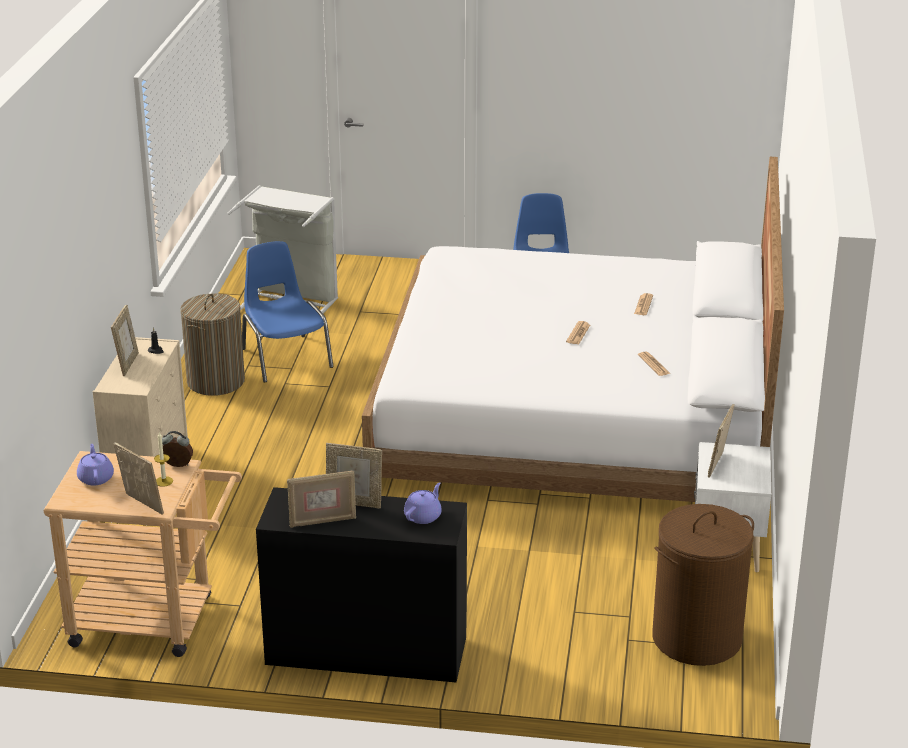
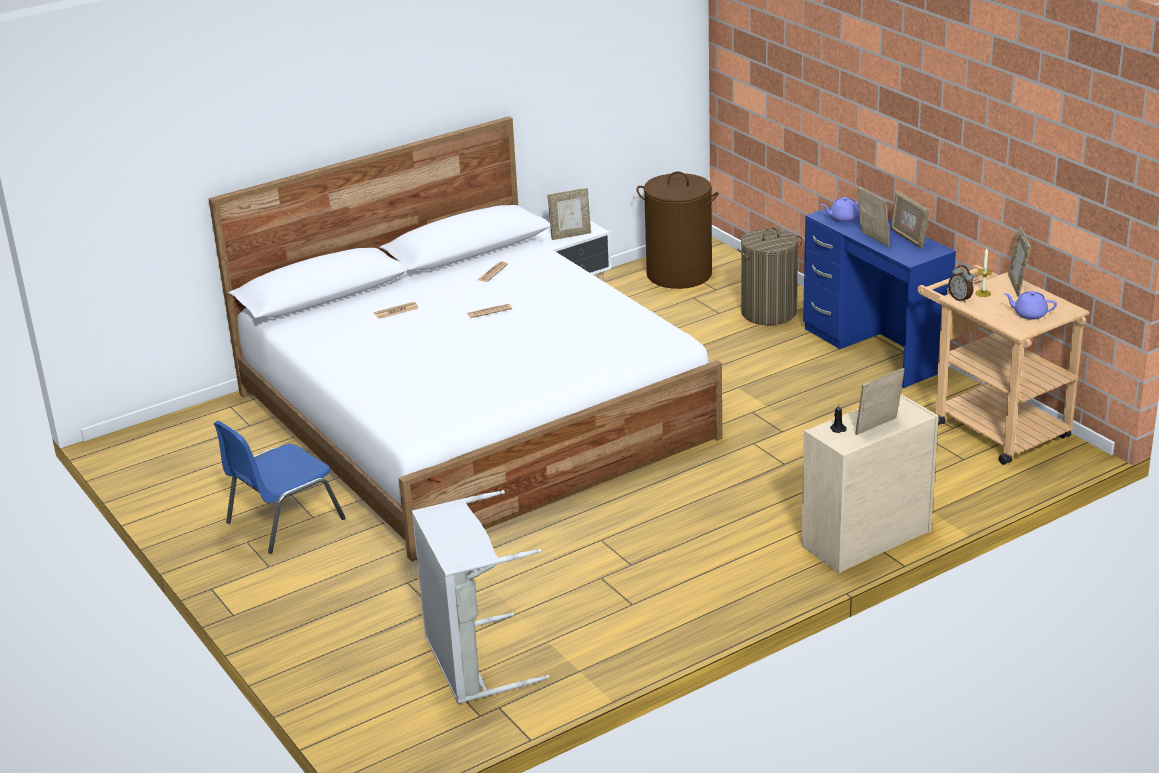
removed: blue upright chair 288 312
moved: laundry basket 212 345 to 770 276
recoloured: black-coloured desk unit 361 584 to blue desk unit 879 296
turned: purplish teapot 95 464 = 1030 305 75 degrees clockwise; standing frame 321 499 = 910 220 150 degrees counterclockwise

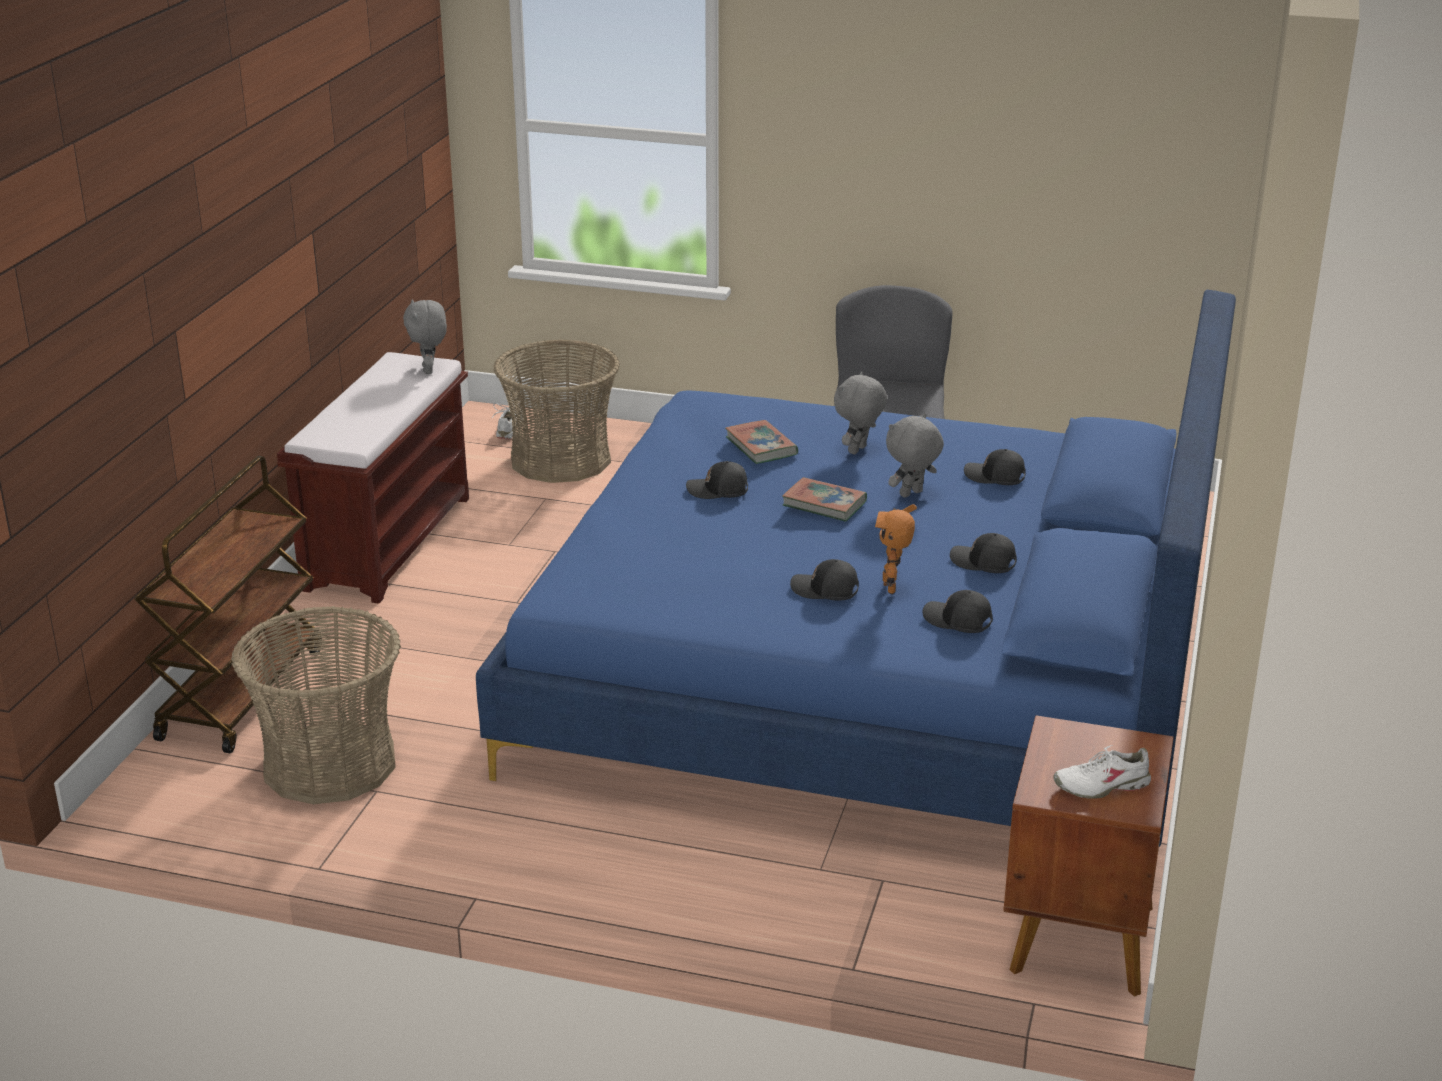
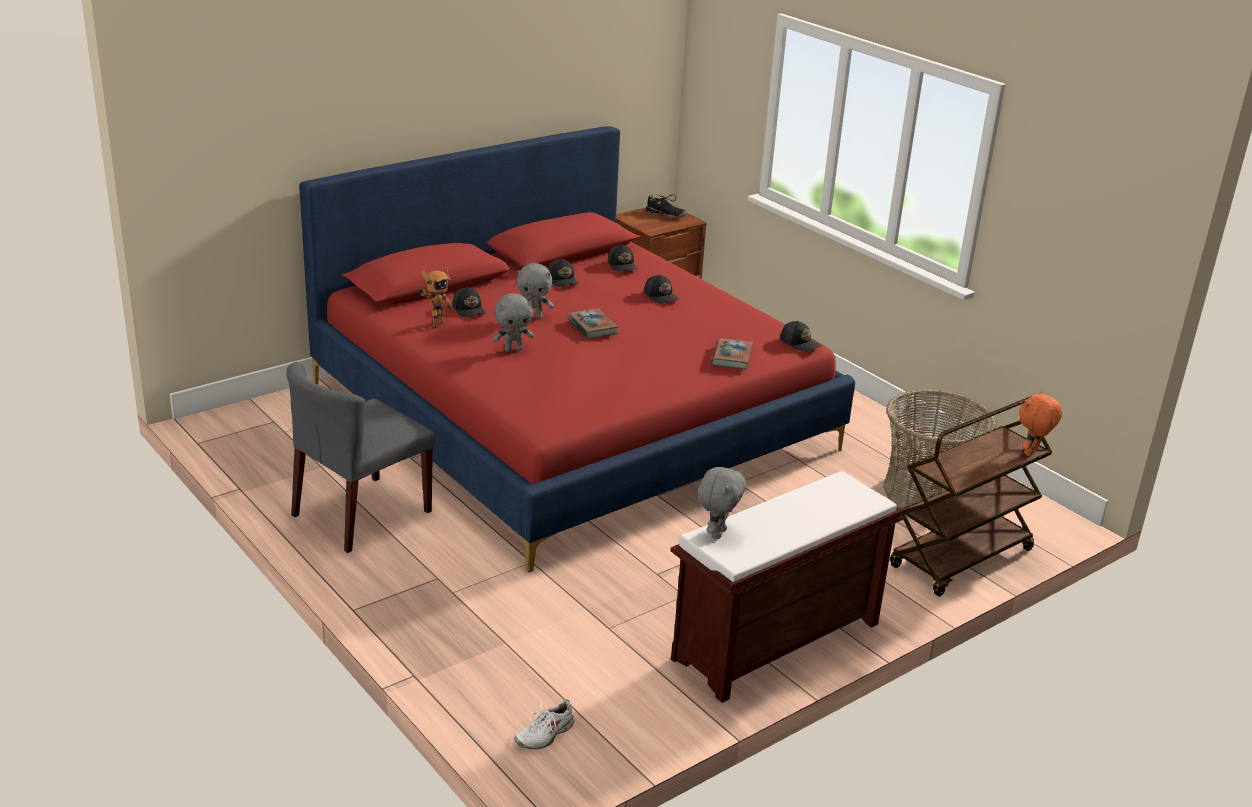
removed: storage basket 556 411
added: orangey soft toy 1040 423
moved: bound book 761 442 to 732 354; black-coloured cap 717 480 to 800 336; robot figure 896 549 to 434 298
recoloured: blue sleeping bed 856 568 to red-coloured sleeping bed 577 349; white low shoe 1102 772 to black-coloured low shoe 666 206

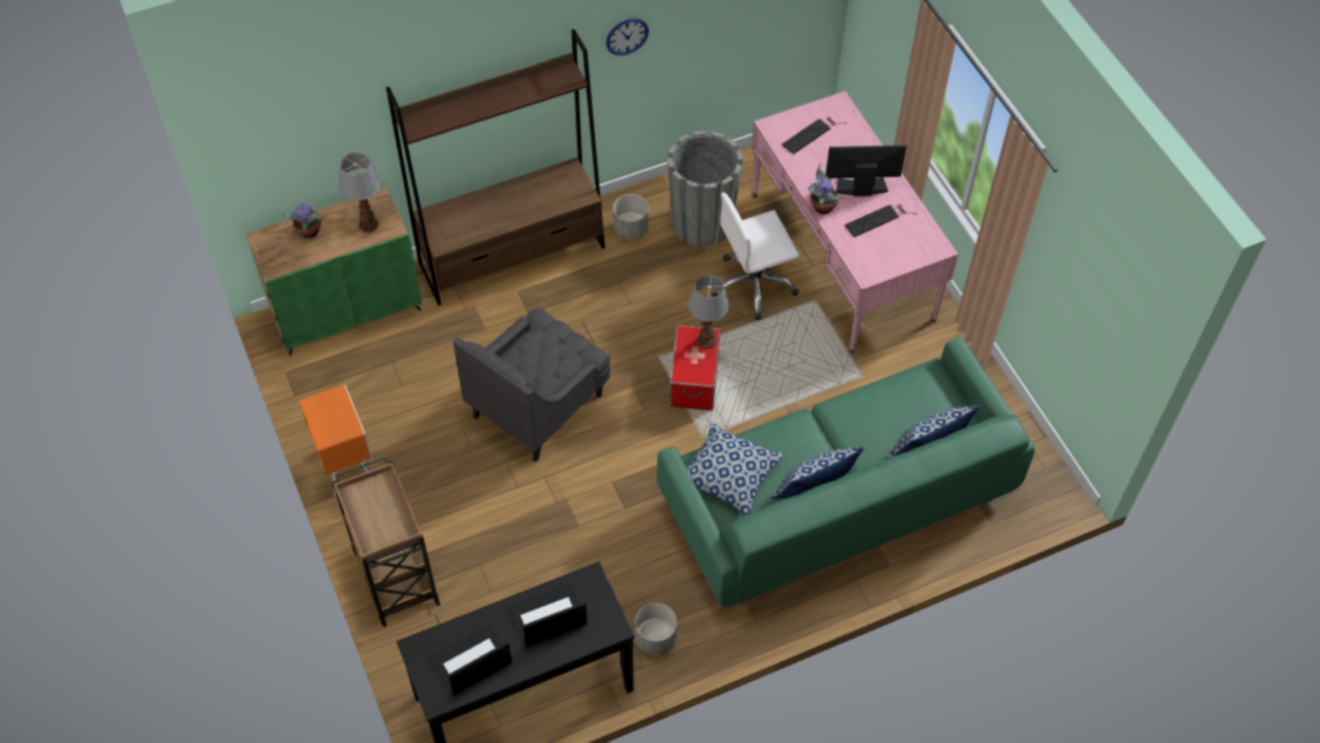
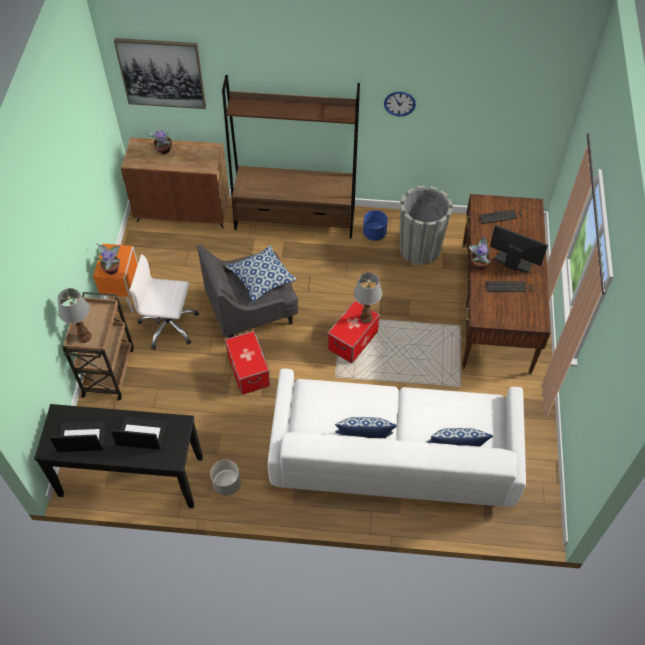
added: wall picture 160 73; houseplant 108 259; storage bin 247 363
moved: table lamp 359 193 to 74 315; white computer chair 755 256 to 164 302; throw pillow 734 468 to 261 274
recoloured: pink-coloured desk unit 854 222 to brown-coloured desk unit 506 284; green cabinet 334 271 to brown-coloured cabinet 175 182; greyish plant pot 631 216 to blue plant pot 375 225; green sofa 846 472 to white sofa 397 437

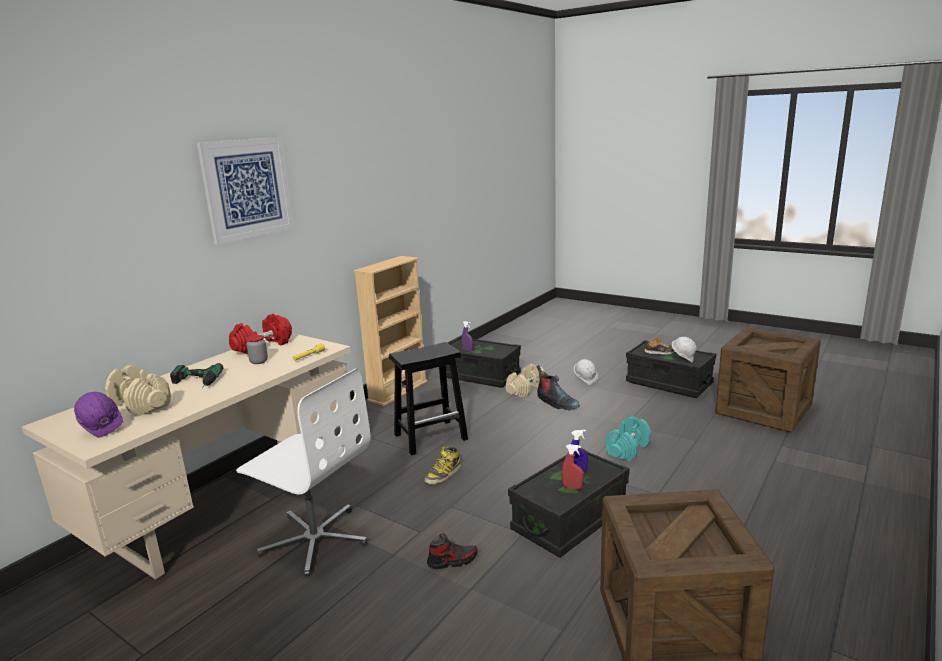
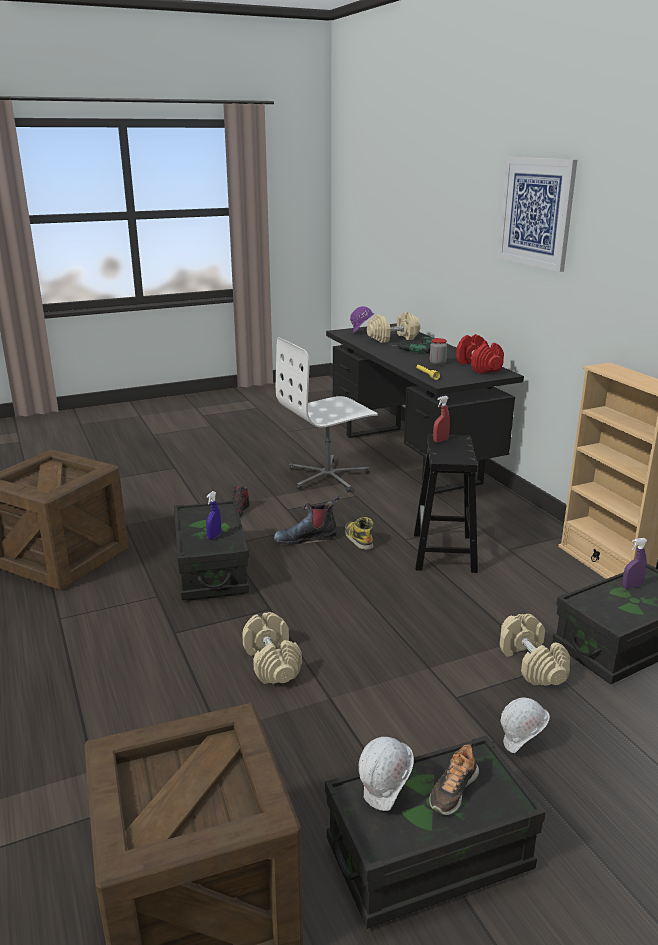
moved: high-top boot 558 387 to 306 520; red-coloured sprayer 572 467 to 441 419
recoloured: sand-coloured desk unit 186 456 to black-coloured desk unit 425 408; turquoise-coloured dumbbell 628 438 to sand-coloured dumbbell 272 648

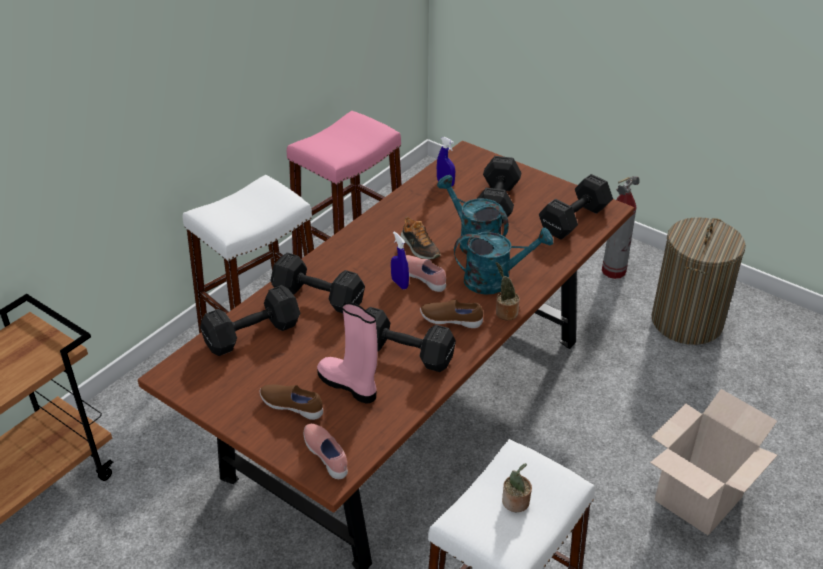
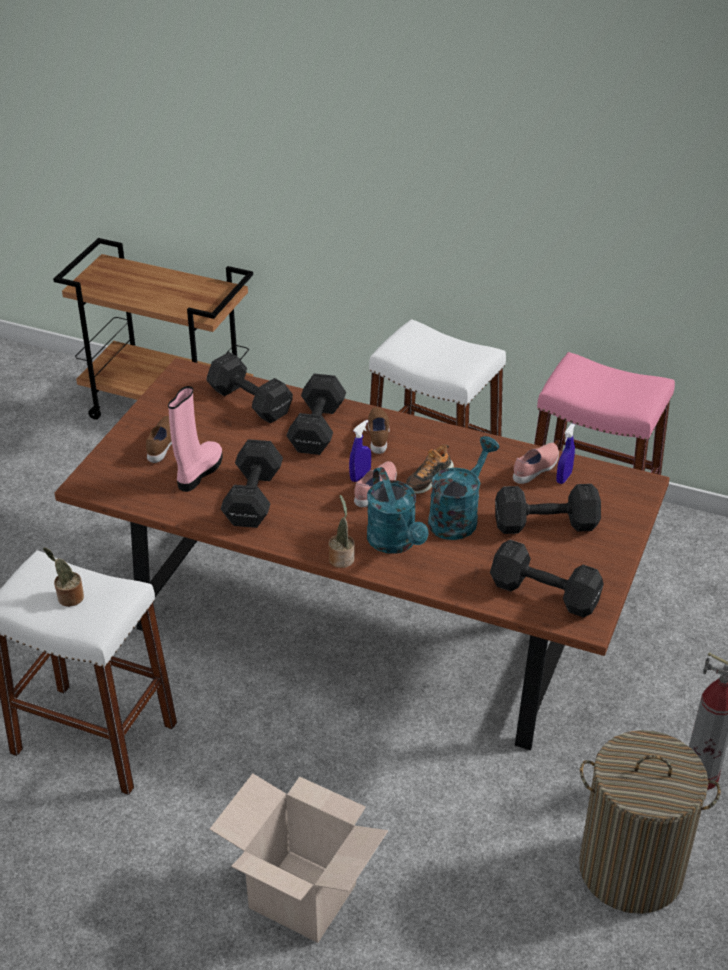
moved: brown-coloured low shoe 451 314 to 379 430; pink-coloured low shoe 326 451 to 536 463

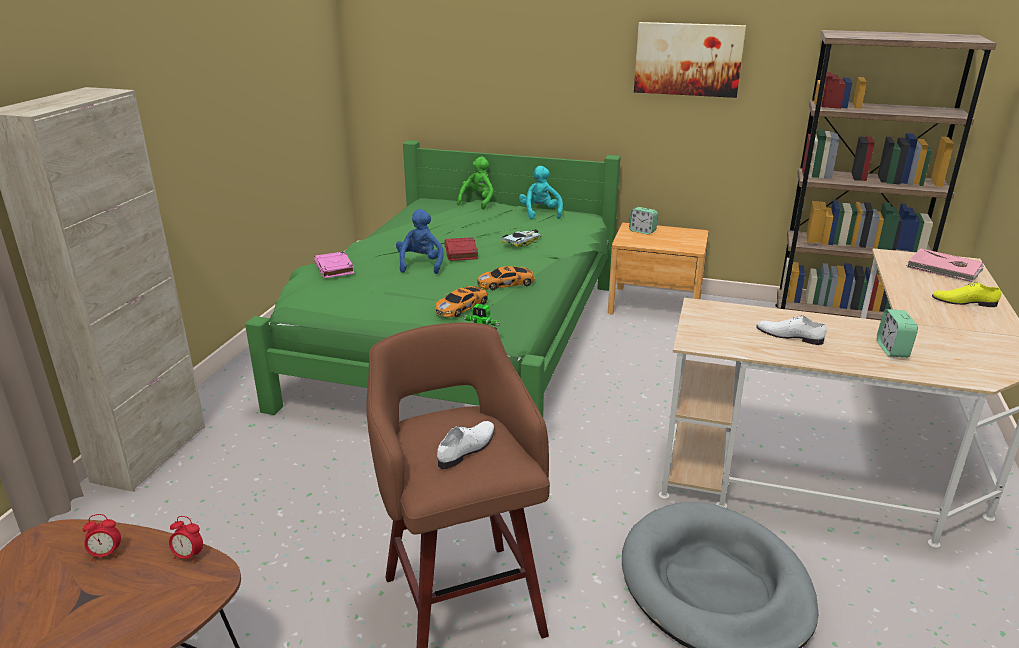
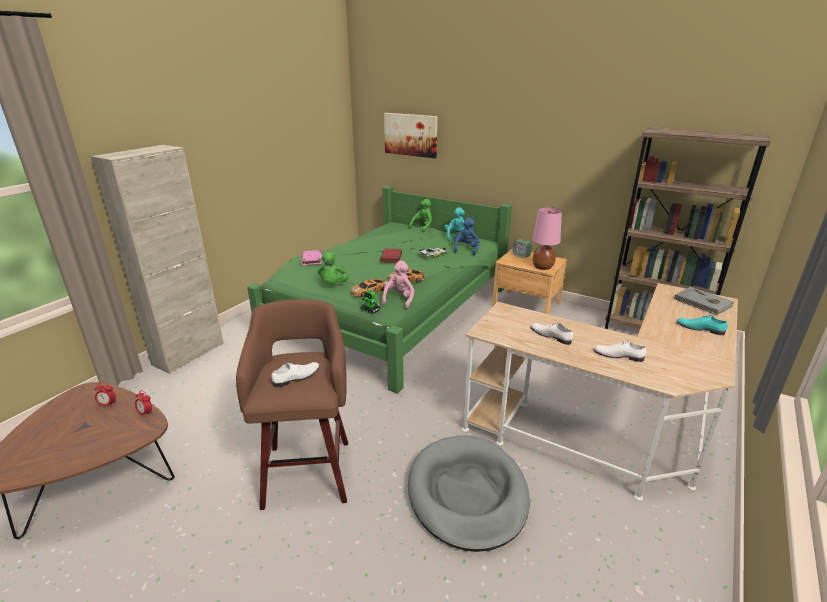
added: pink-coloured table lamp 547 238; green soft toy 332 268; pink-coloured soft toy 398 284
moved: wall picture 690 60 to 410 135; blue soft toy 420 241 to 466 236
replaced: alarm clock 897 333 to white low shoe 620 351
recoloured: pink-coloured bound book 945 265 to greyish bound book 703 301; yellow-coloured low shoe 966 294 to turquoise-coloured low shoe 702 325

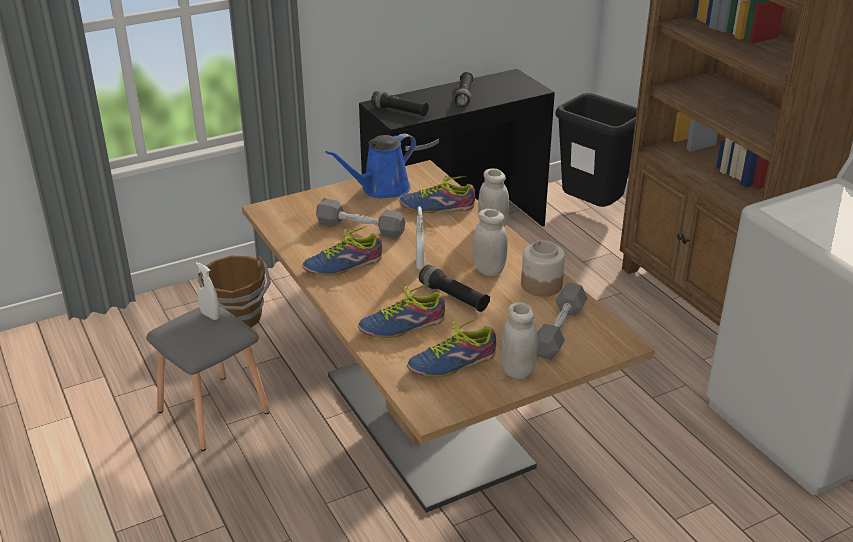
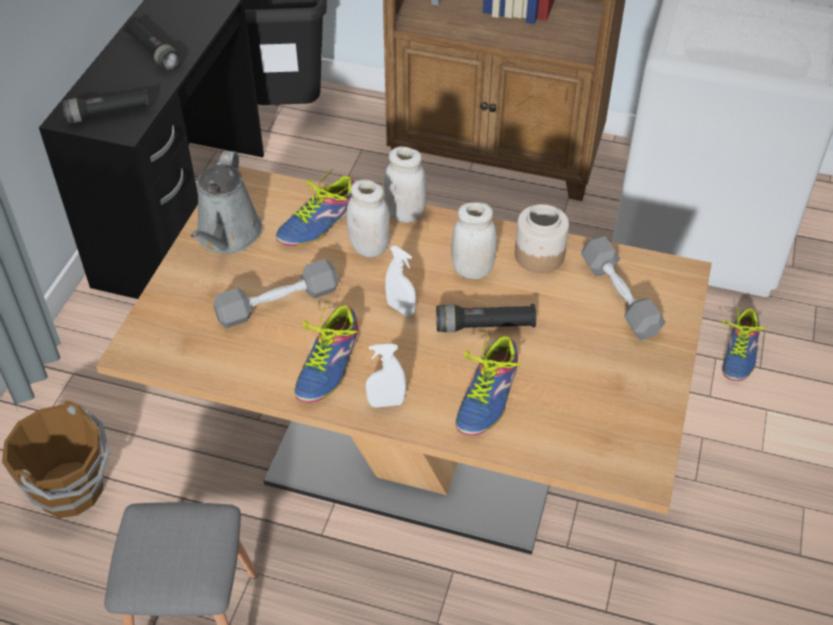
moved: white sprayer 208 291 to 385 375; white storage jar 519 340 to 368 218; low shoe 451 347 to 744 343
recoloured: blue watering pot 370 166 to greyish watering pot 227 202

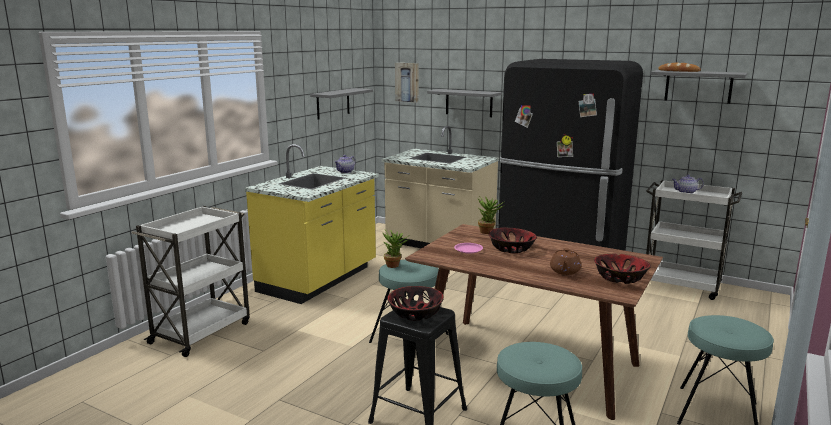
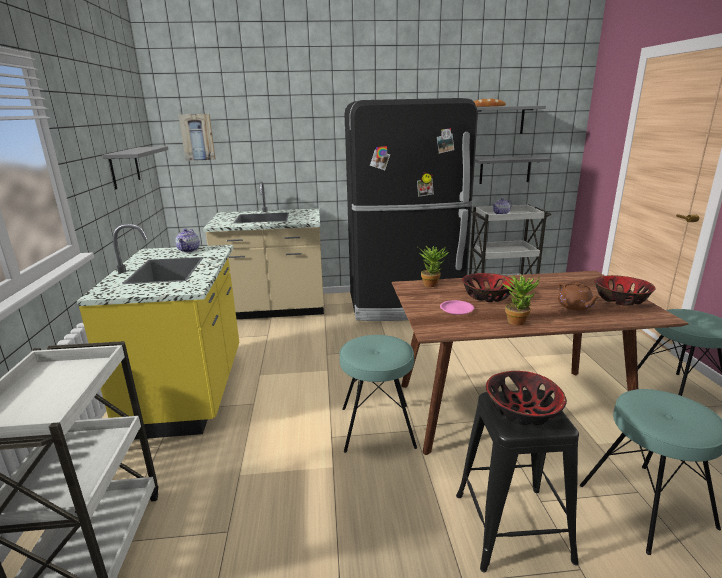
moved: greyish wall shelf 464 103 to 513 170; houseplant 395 249 to 520 300

